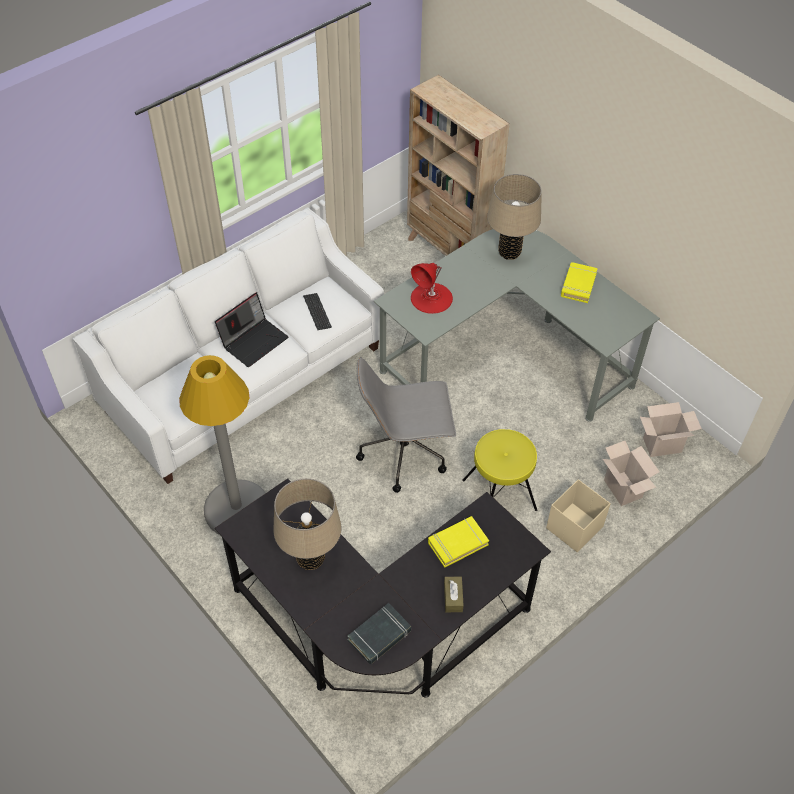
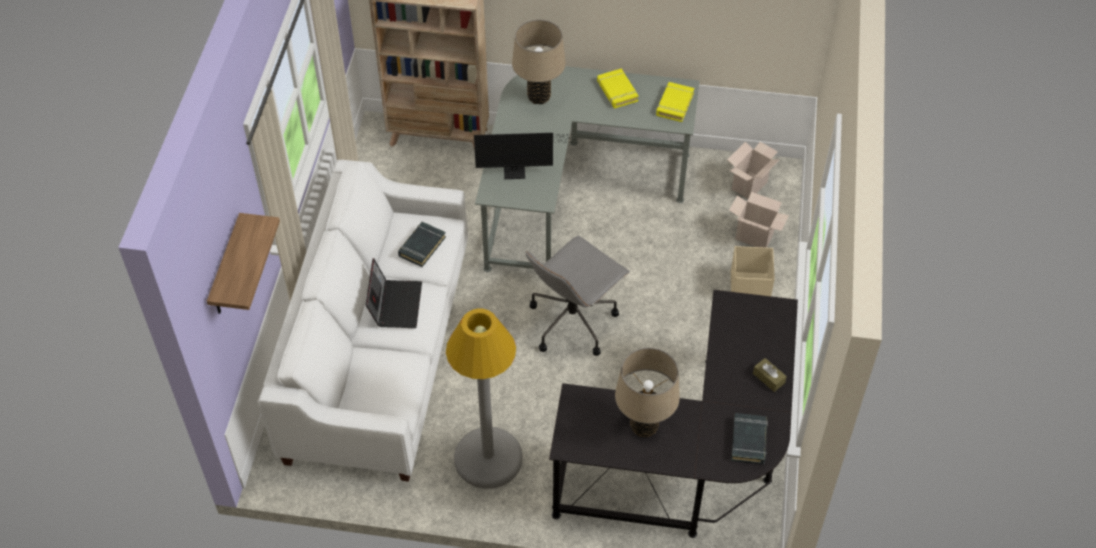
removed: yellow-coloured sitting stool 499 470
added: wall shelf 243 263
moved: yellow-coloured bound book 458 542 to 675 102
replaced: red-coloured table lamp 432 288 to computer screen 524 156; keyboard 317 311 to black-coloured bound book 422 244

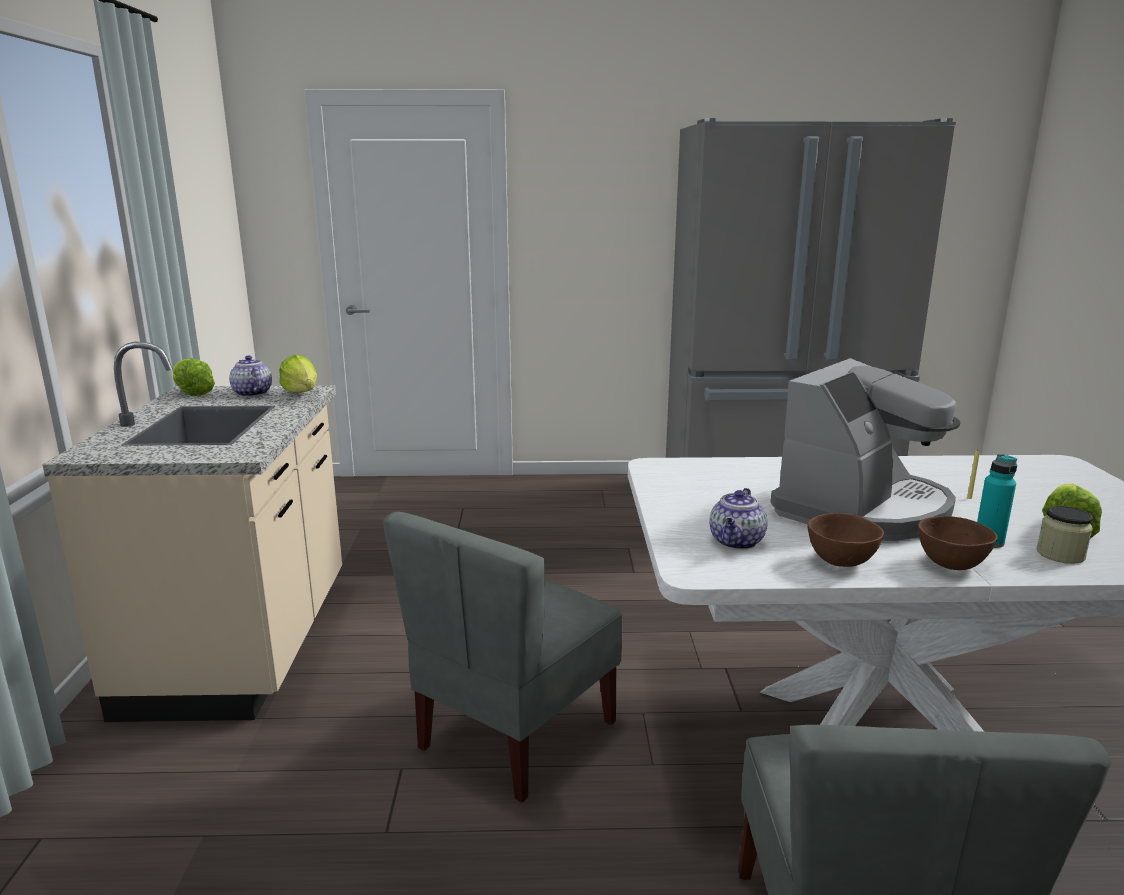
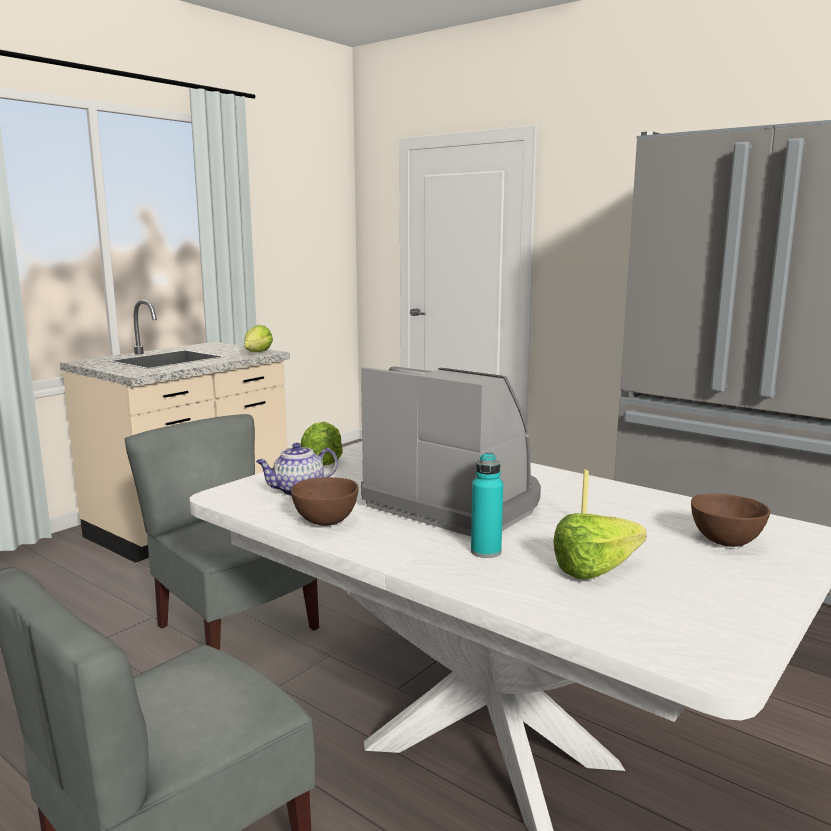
removed: teapot 250 376; storage jar 1065 535
moved: lettuce head 193 377 to 321 444; brown-coloured deep dish 958 543 to 730 520
turned: coffee brewer 865 449 = 451 451 135 degrees counterclockwise; greyish upright chair 502 657 = 221 532 60 degrees clockwise

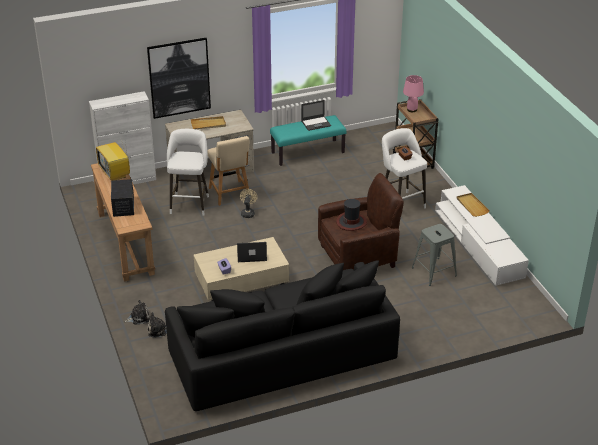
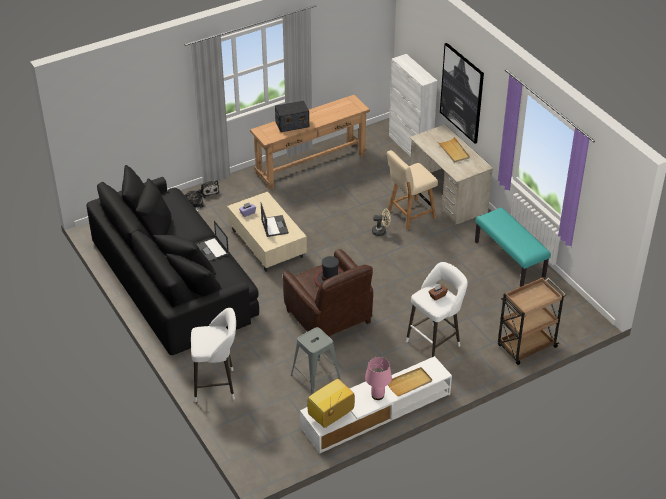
moved: pink-coloured table lamp 413 93 to 378 378; notebook computer 316 115 to 212 241; white sitting stool 188 172 to 213 355; TV 113 160 to 331 403

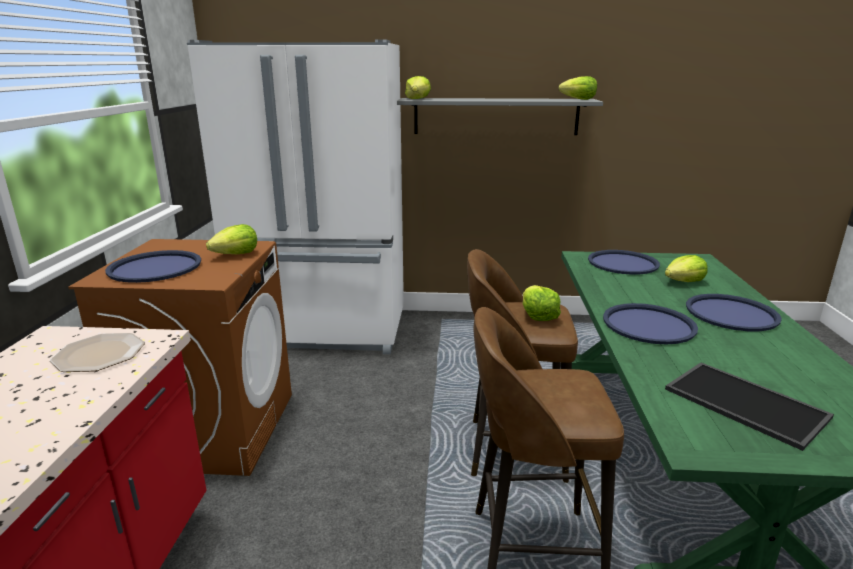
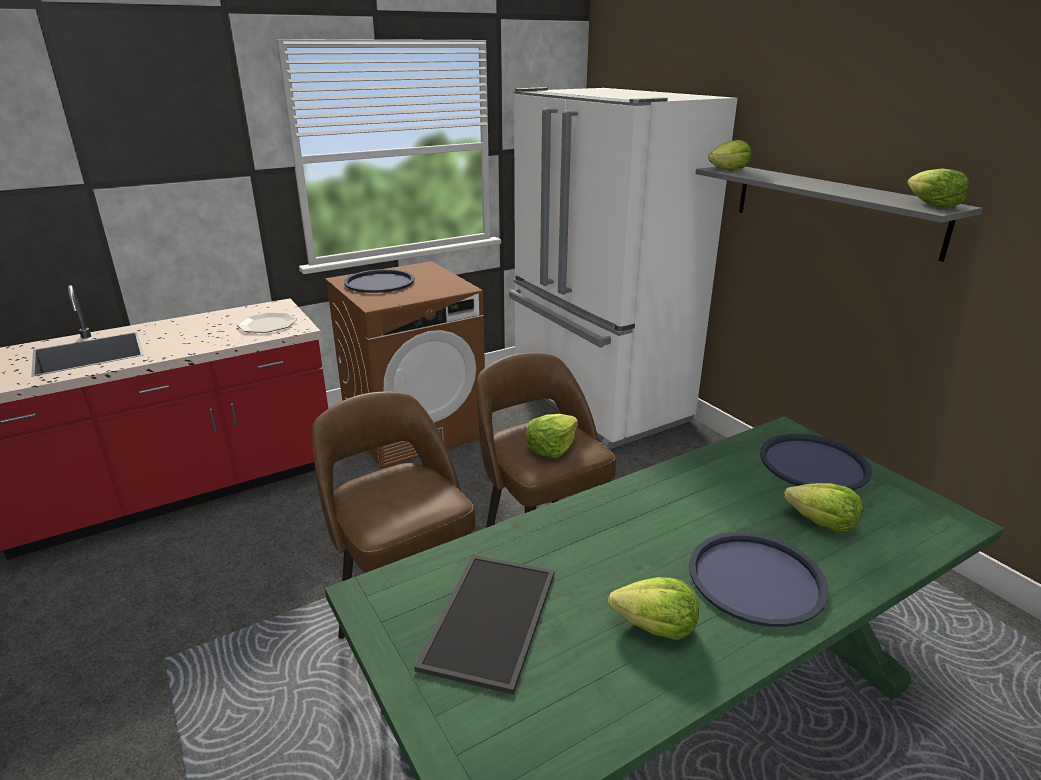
removed: blue carrying tray 650 323
moved: lettuce head 231 239 to 653 608

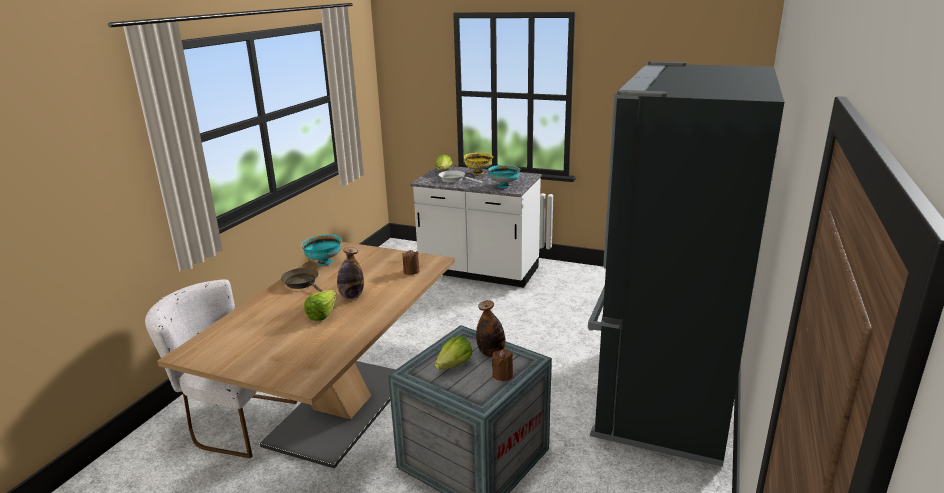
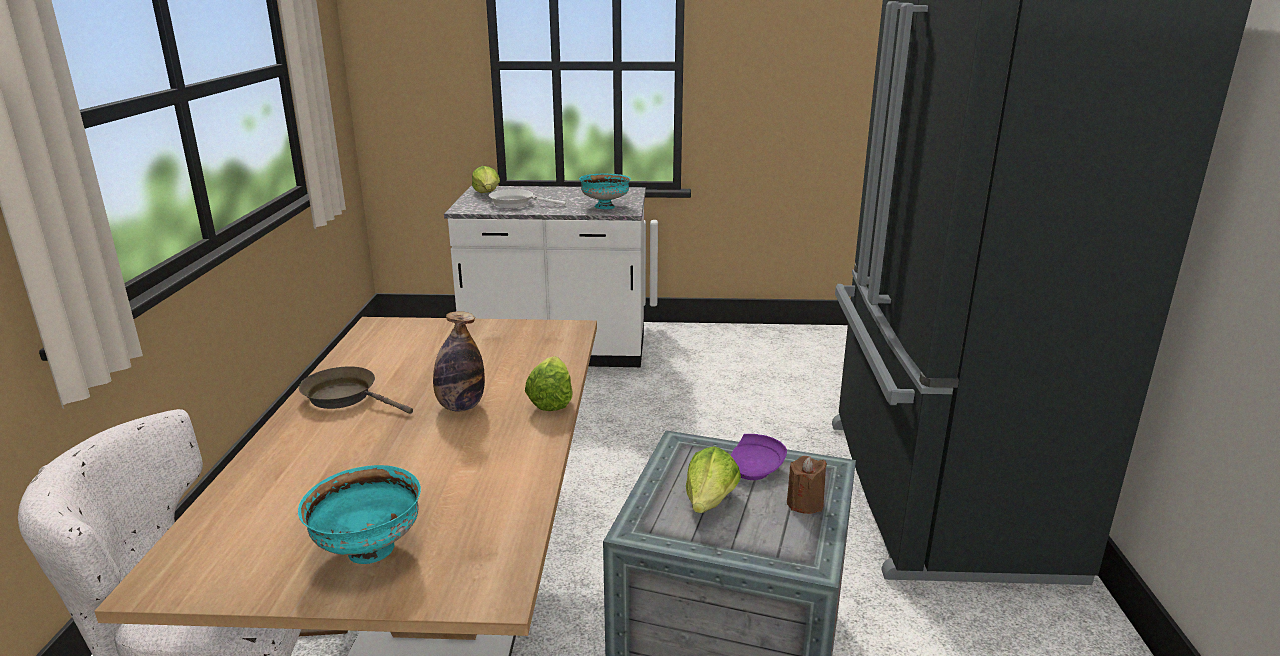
removed: yellow-coloured deep dish 478 164; brown-coloured wax candle 411 262
moved: turquoise-coloured deep dish 321 250 to 359 514; lettuce head 320 305 to 548 383
replaced: drink bottle 490 328 to purplish dinner plate 759 457

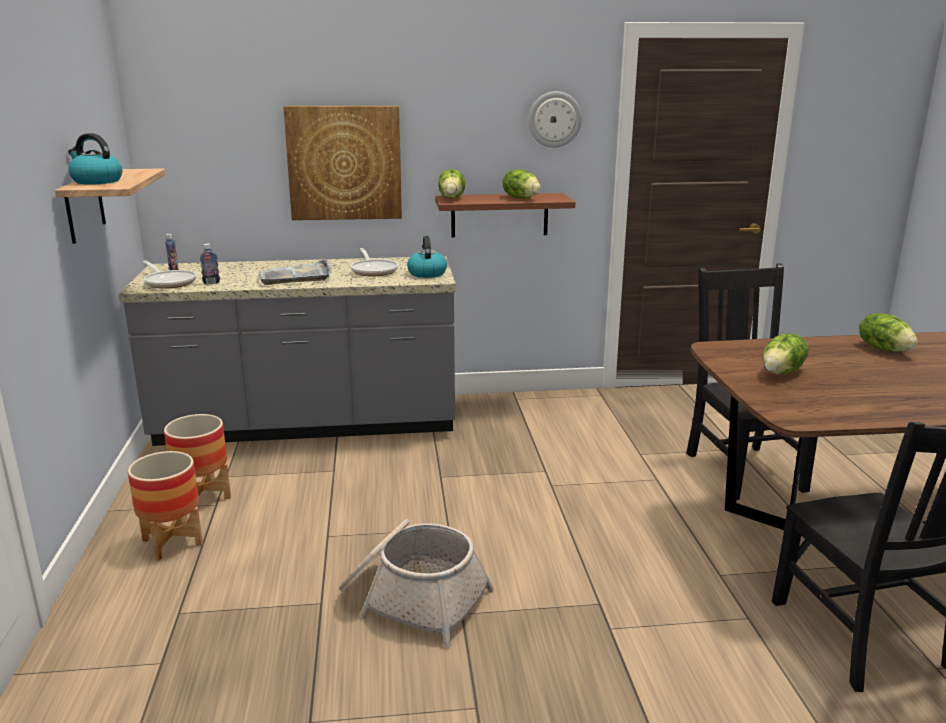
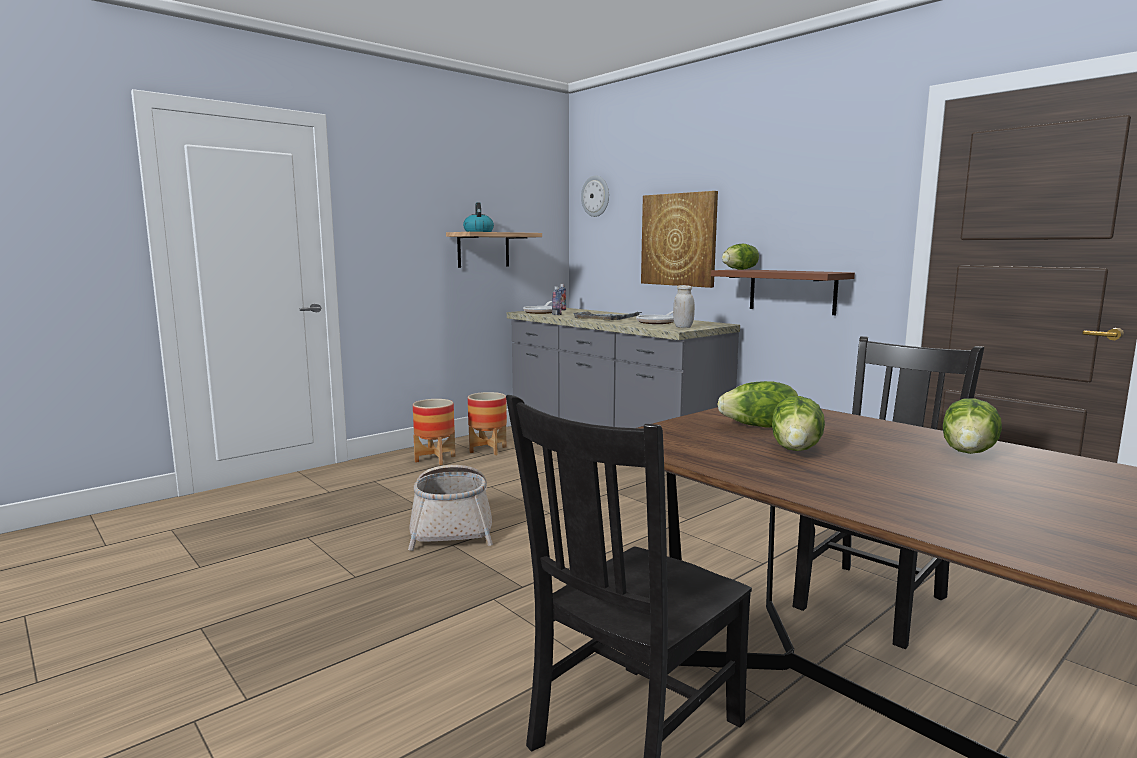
moved: wall clock 555 119 to 595 196; lettuce head 522 183 to 798 423
replaced: tea kettle 427 257 to white storage jar 684 306

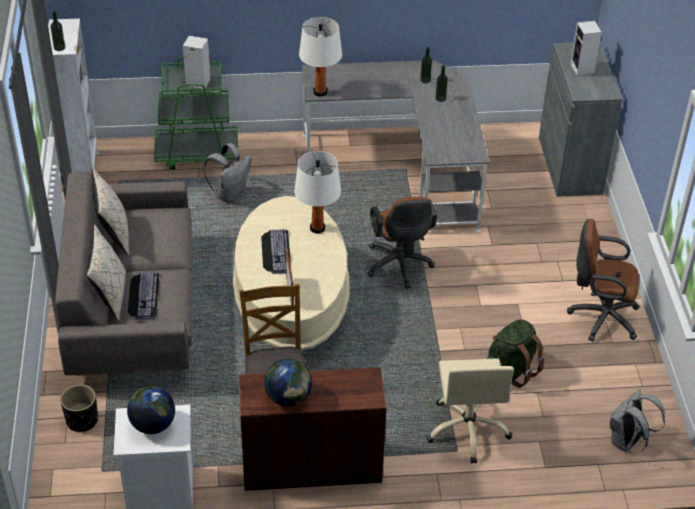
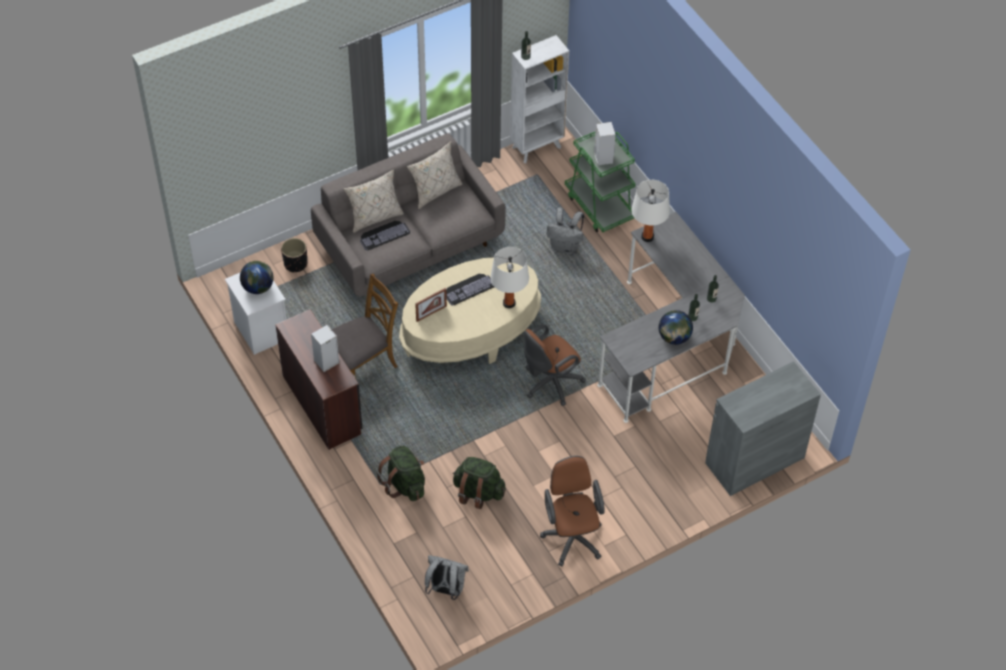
moved: audio speaker 586 48 to 325 348; world globe 288 383 to 676 327
replaced: sand-coloured computer chair 470 411 to green rucksack 401 473

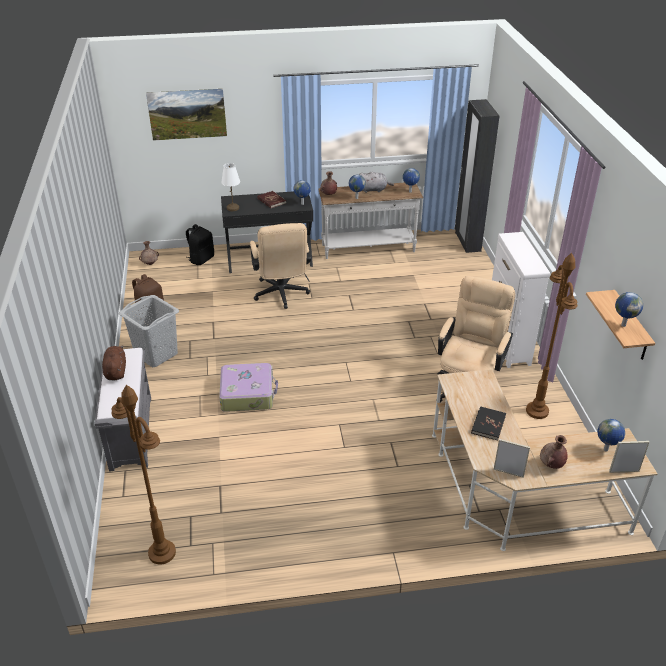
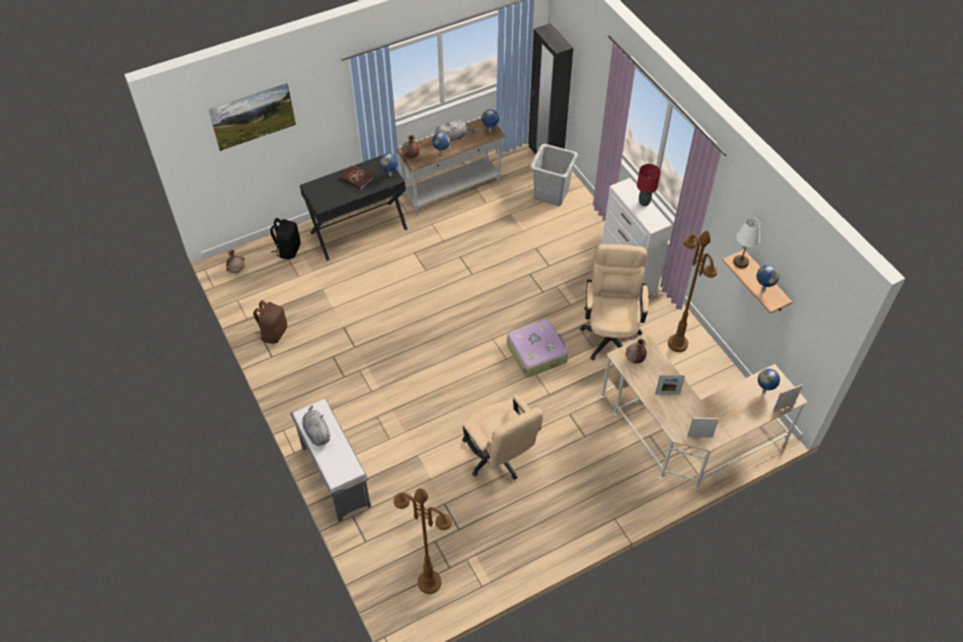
added: red-coloured table lamp 649 185
moved: white table lamp 230 187 to 746 243; sand-coloured computer chair 280 266 to 502 437; greyish laundry basket 149 331 to 554 175; suitcase 248 387 to 537 348; brown-coloured decorative vase 554 452 to 636 351
replaced: black-coloured bound book 488 423 to standing frame 670 385
recoloured: brown-coloured soft toy 114 363 to greyish soft toy 316 425

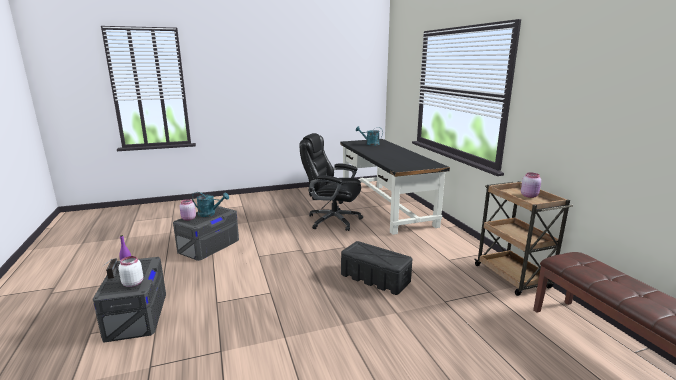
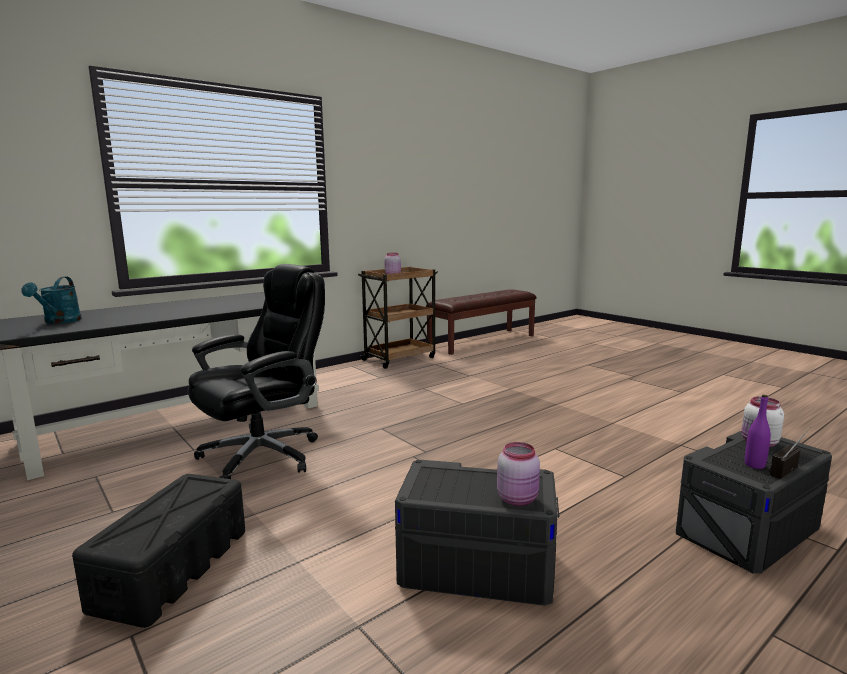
removed: turquoise-coloured watering pot 210 204
moved: black-coloured storage bin 376 268 to 158 551
turned: black-coloured computer chair 331 182 = 256 371 135 degrees counterclockwise

